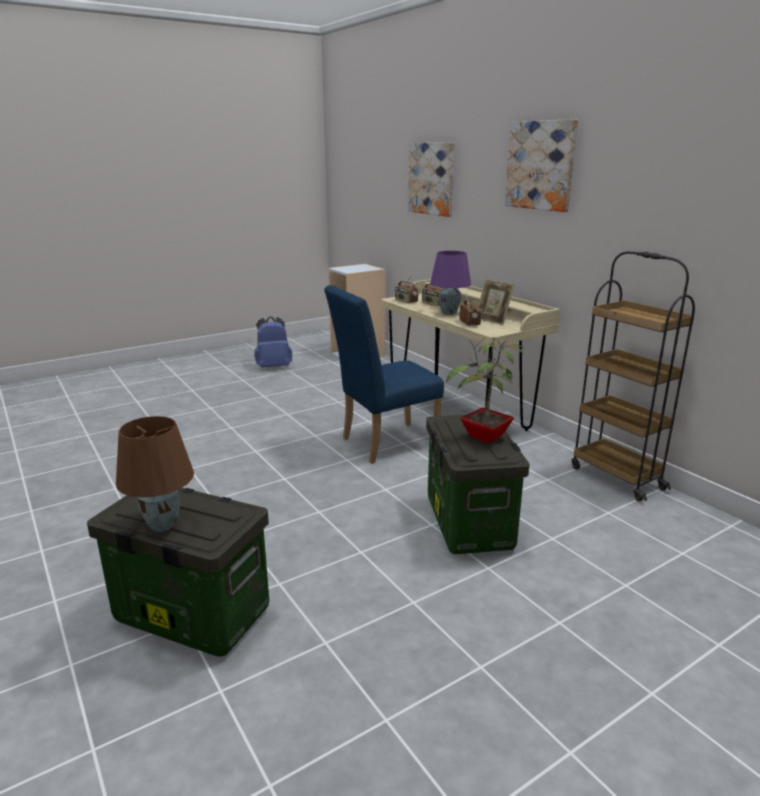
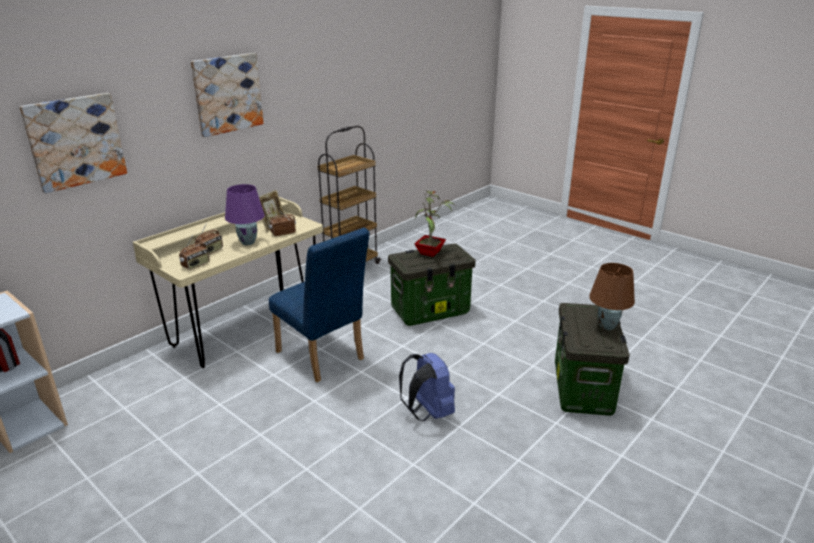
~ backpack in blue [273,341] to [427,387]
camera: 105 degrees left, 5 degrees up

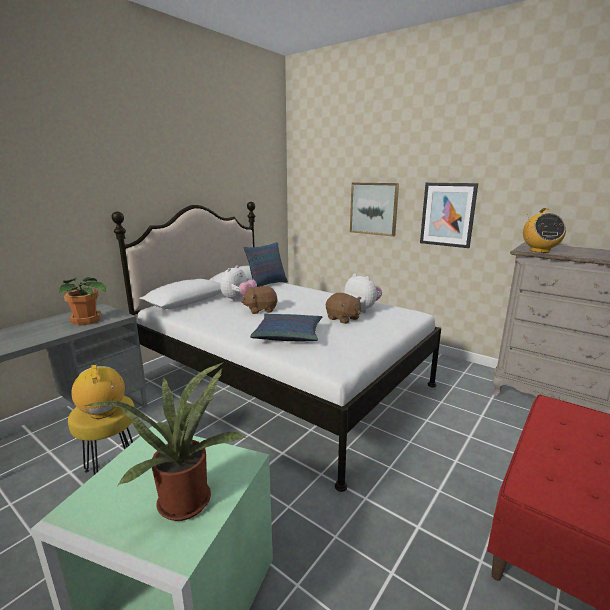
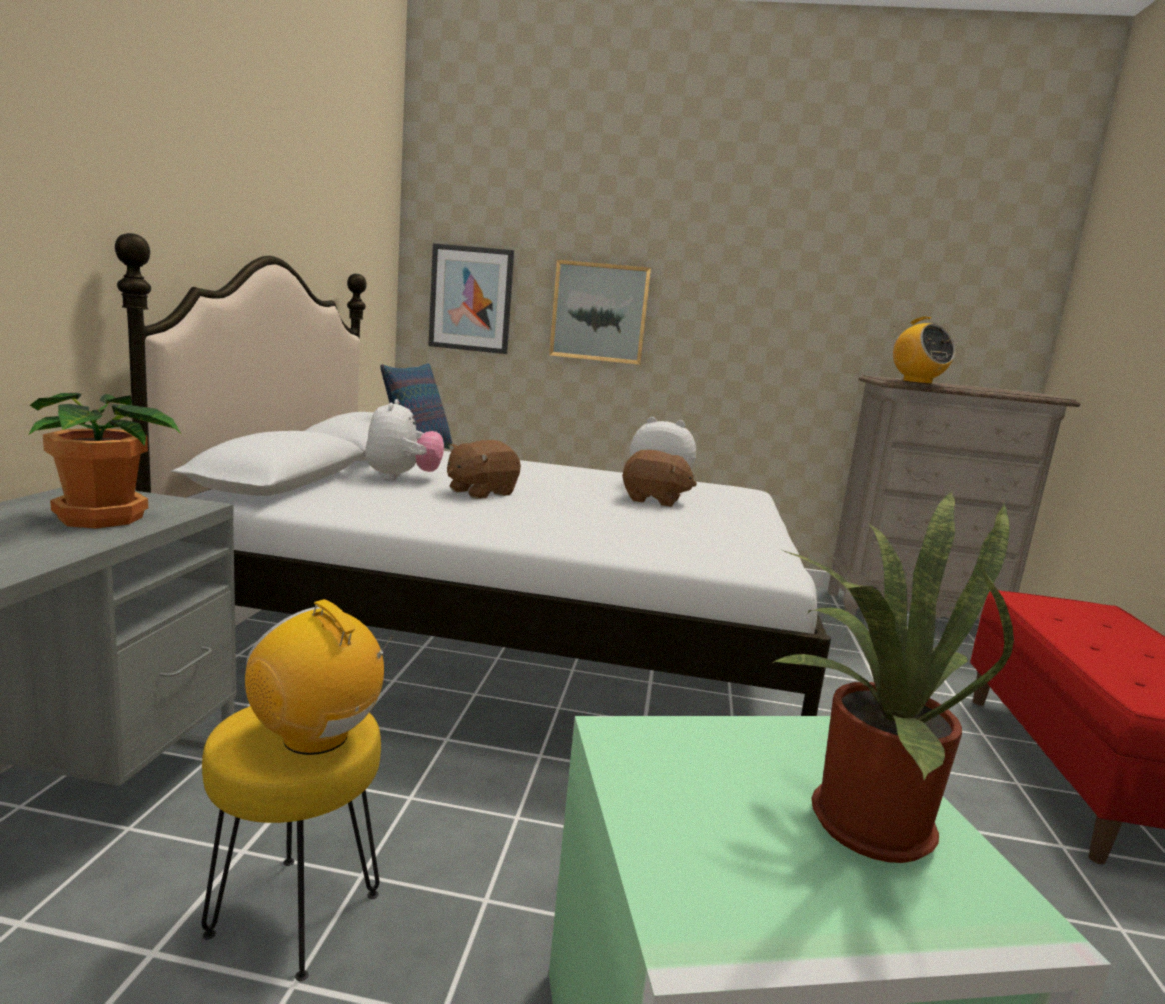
- pillow in blue [286,327]
~ picture [449,215] to [471,298]
camera: 30 degrees left, 5 degrees down

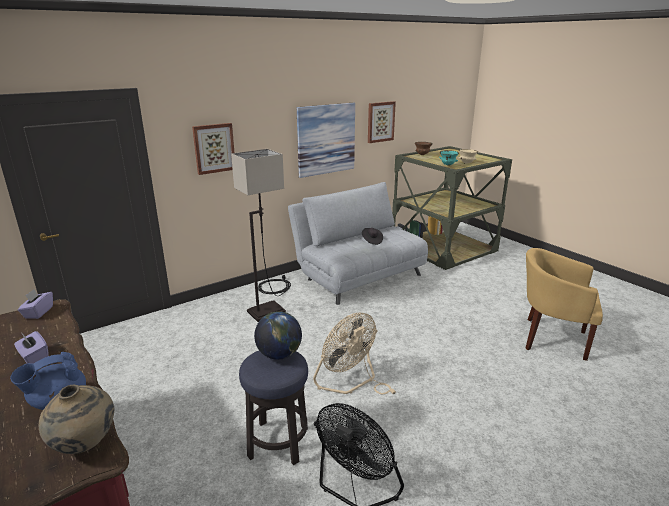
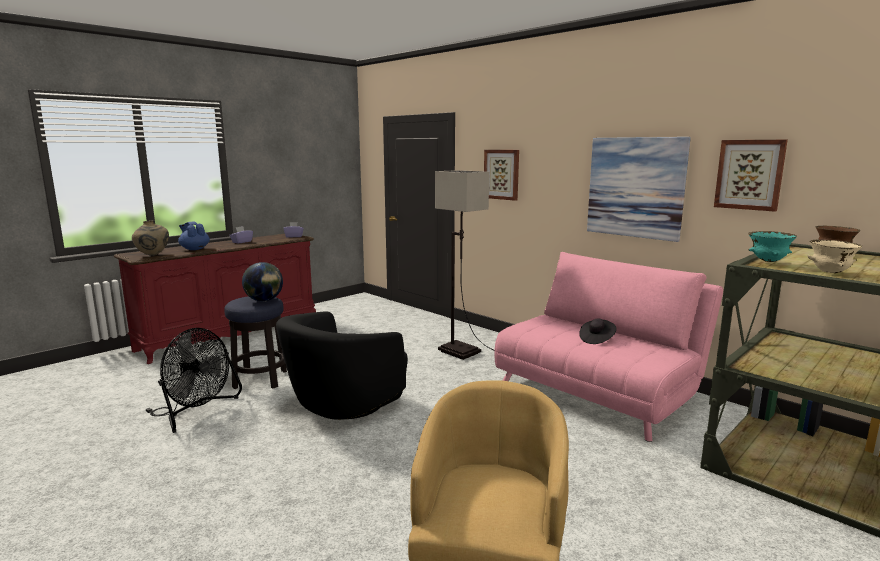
~ fan in beige [354,353] to armchair in black [341,365]
~ sofa in grey [358,243] to sofa in pink [608,347]
camera: 80 degrees right, 10 degrees down

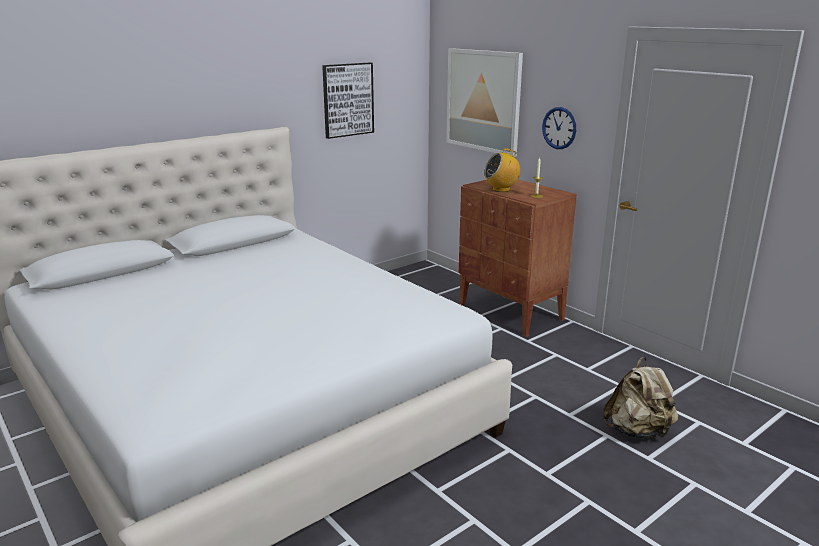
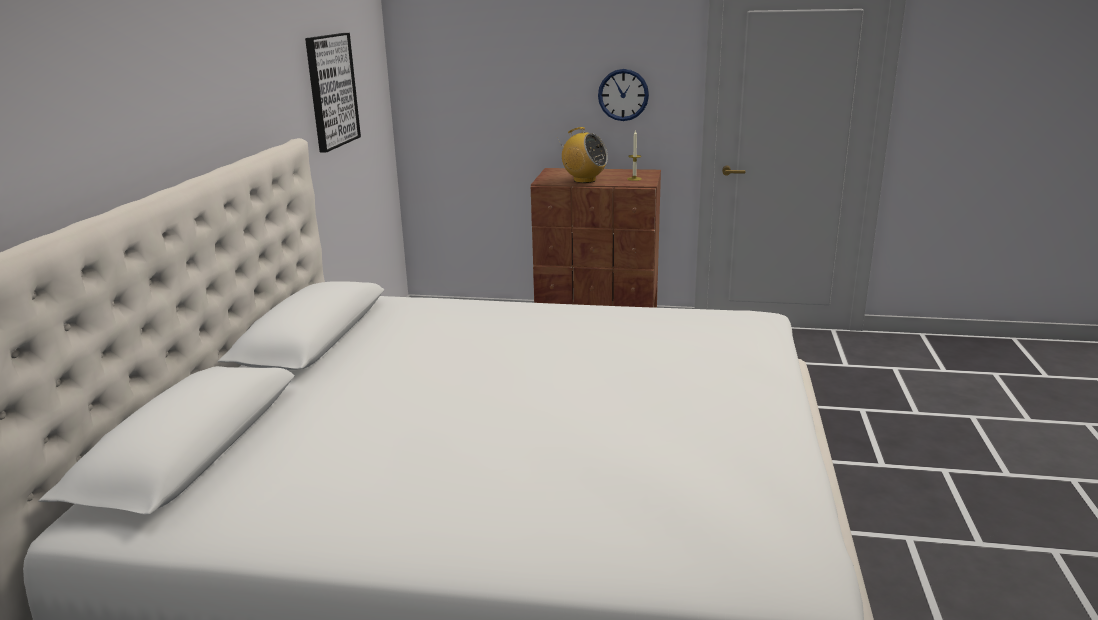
- picture [484,102]
- backpack in beige [640,398]
~ radio [502,170] = [582,155] 90 degrees counterclockwise
camera: 40 degrees left, 0 degrees up

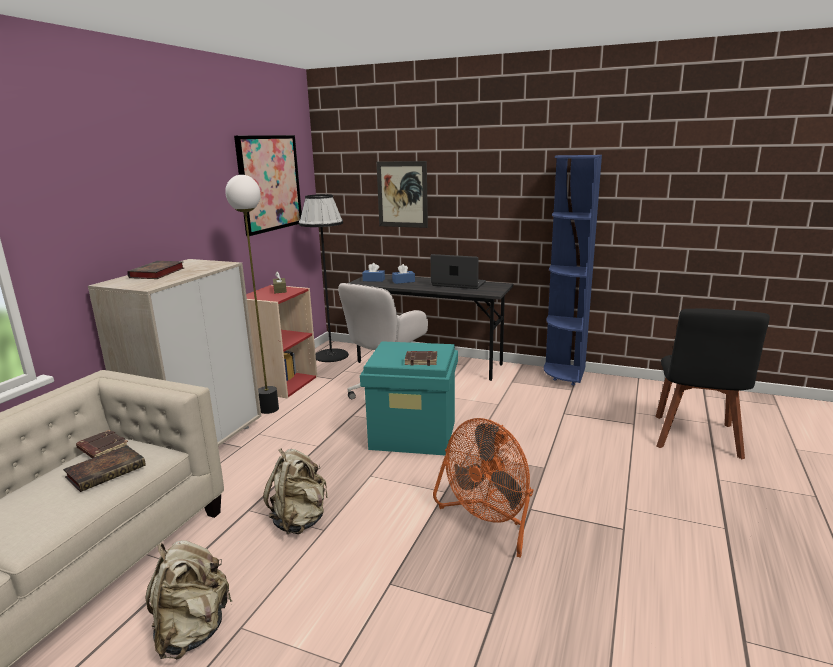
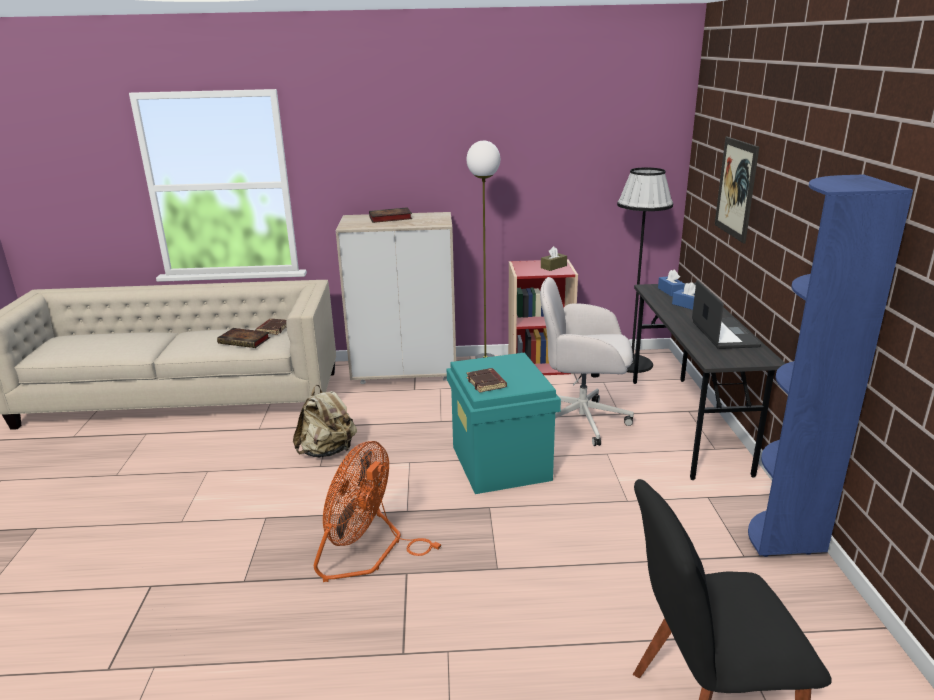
- backpack in beige [188,599]
- picture [268,185]
camera: 65 degrees right, 5 degrees up

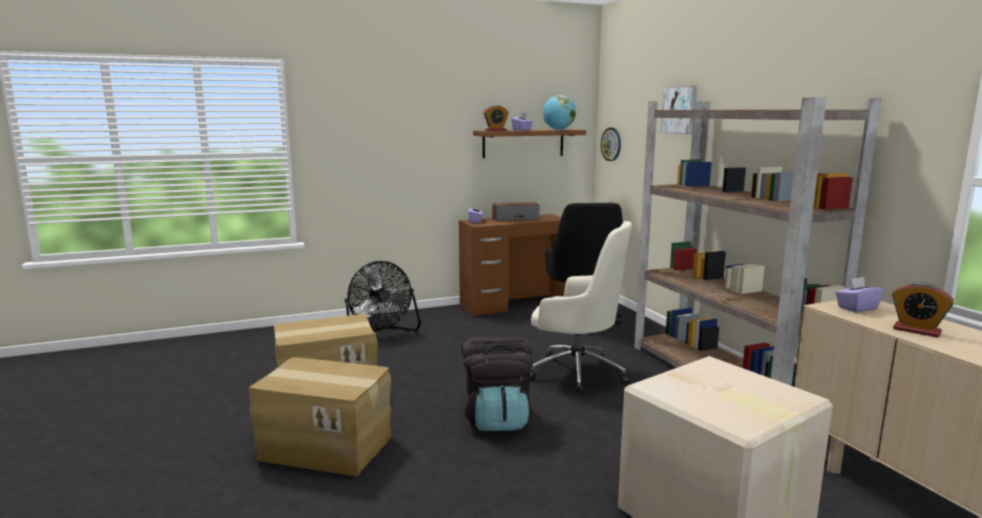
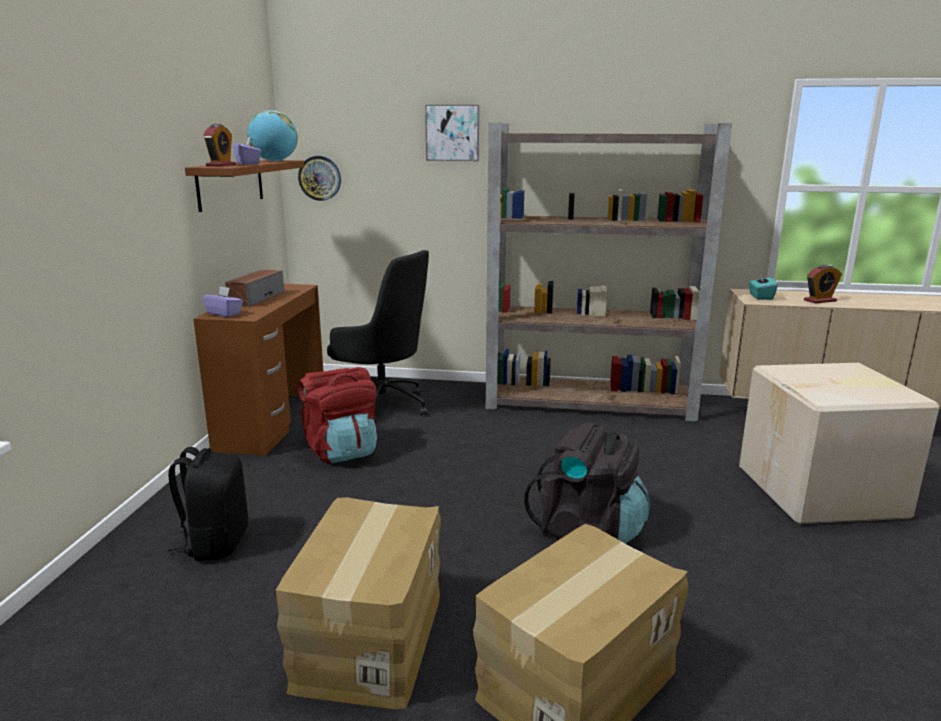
- office chair in beige [581,308]
+ backpack in red [337,415]
~ fan in black [383,297] to backpack in black [208,504]
~ tissue box in purple [860,294] to tissue box in turquoise [763,286]
camera: 60 degrees left, 5 degrees up

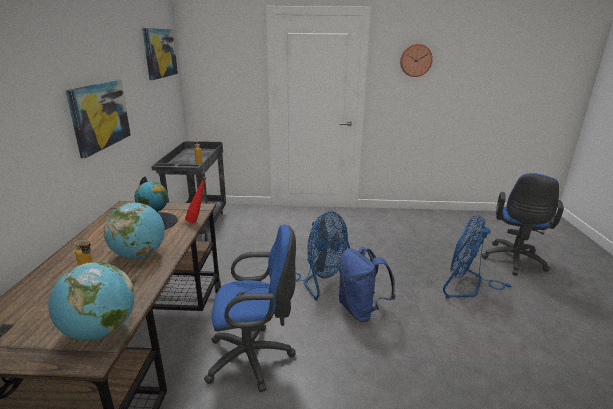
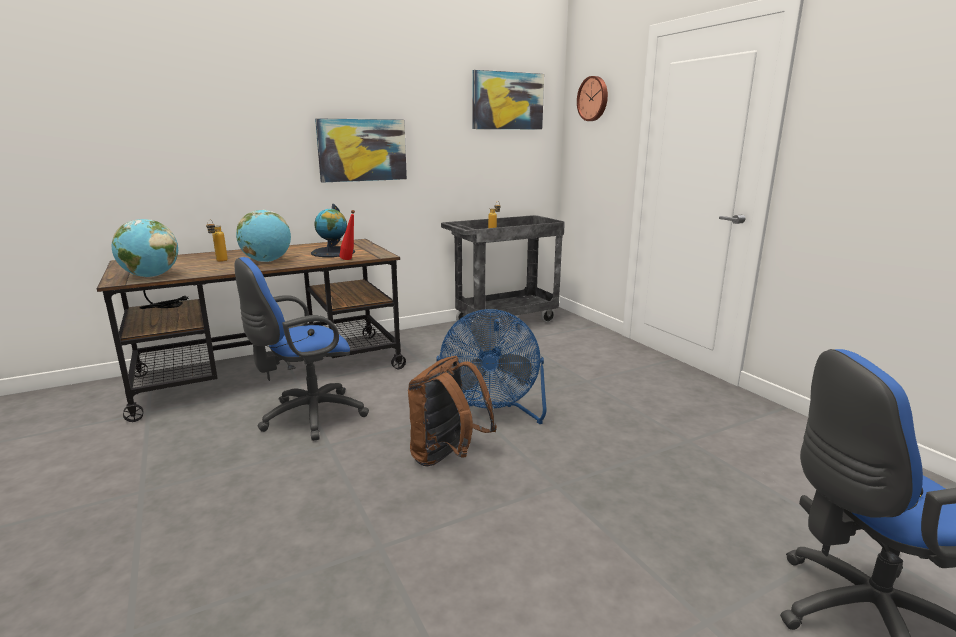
- fan in blue [477,256]
~ wall clock [416,60] to [592,98]
~ backpack in blue [367,284] to backpack in brown [452,411]
~ office chair in blue [250,308] = [301,349] 90 degrees clockwise
camera: 60 degrees right, 5 degrees down

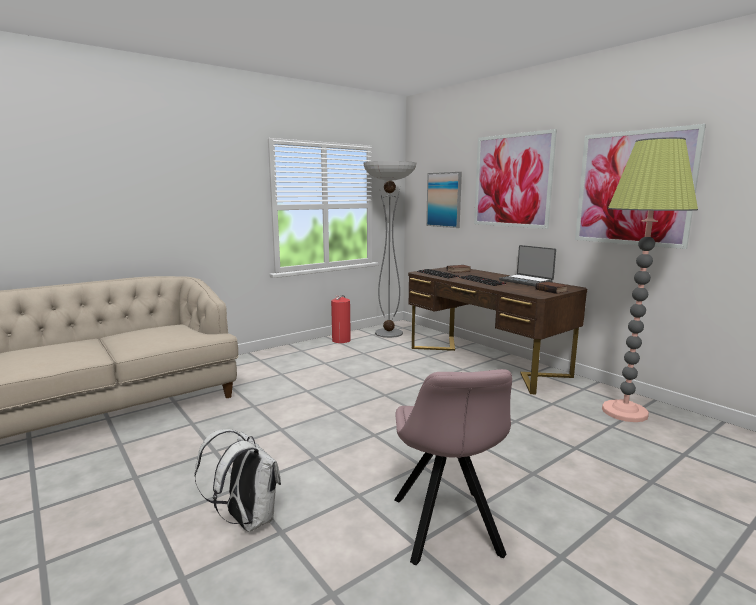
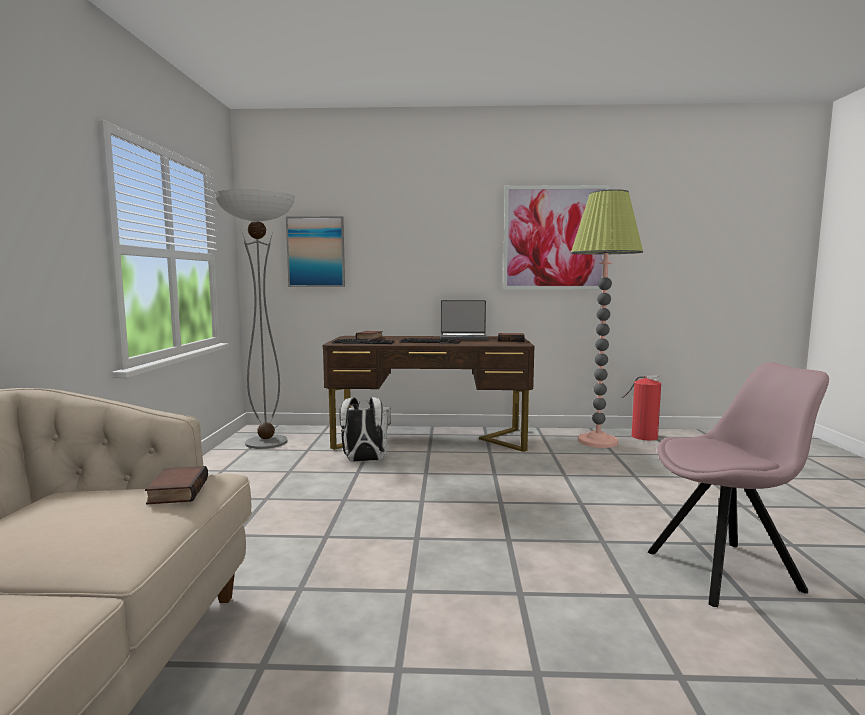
- picture [515,179]
+ book [176,485]
~ backpack in white [238,480] to [365,429]
~ fire extinguisher [341,319] to [641,407]
~ chair in pink [453,467] = [738,484] 45 degrees counterclockwise
camera: 50 degrees left, 5 degrees down

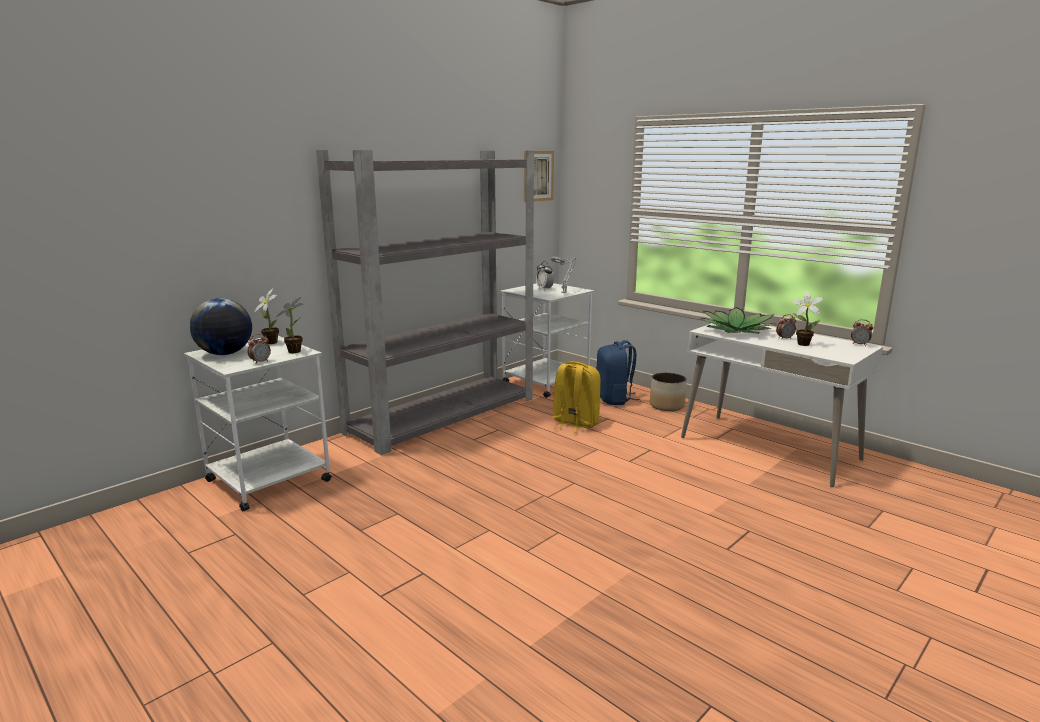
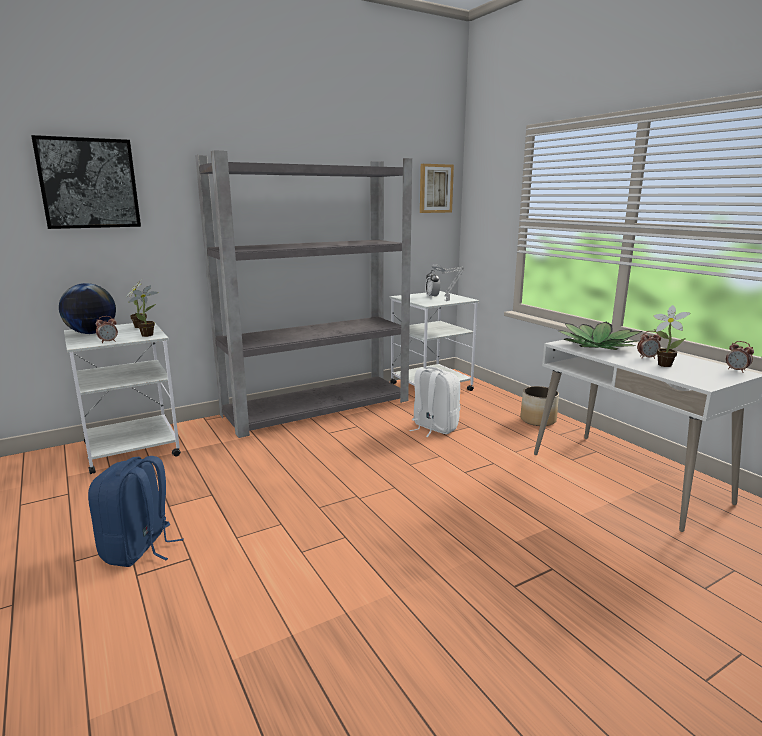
+ picture [86,182]
~ backpack in blue [618,372] to [136,511]
~ backpack in yellow [576,397] to backpack in white [434,402]
camera: 15 degrees right, 0 degrees up

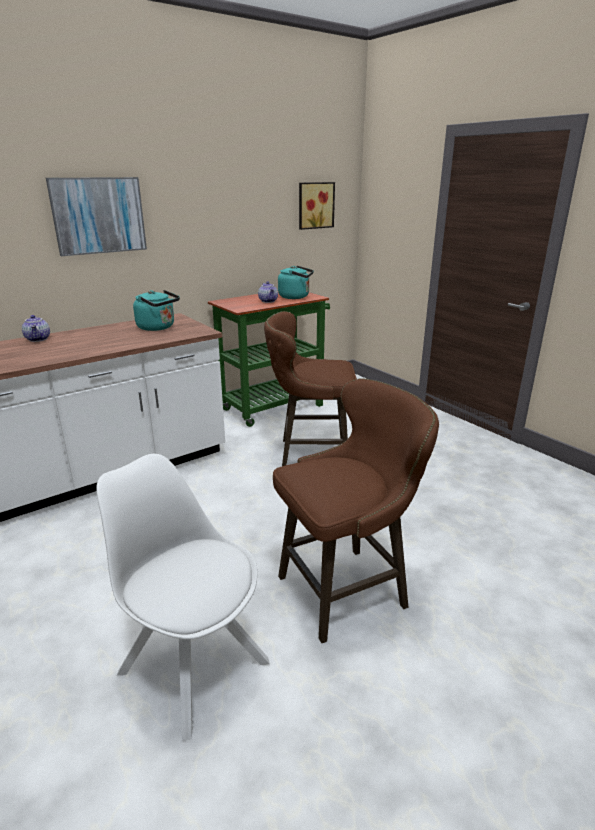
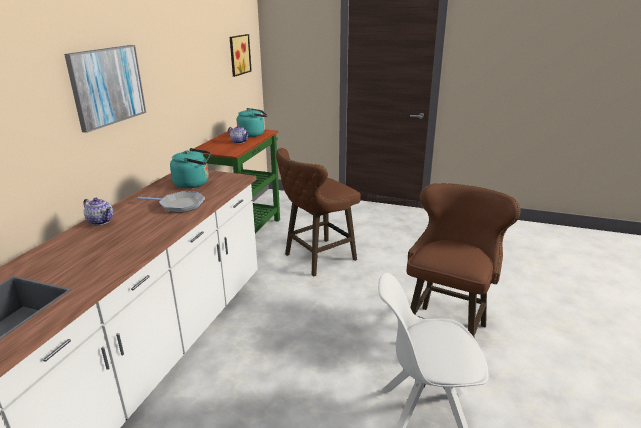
+ frying pan [171,202]
camera: 35 degrees left, 0 degrees up

